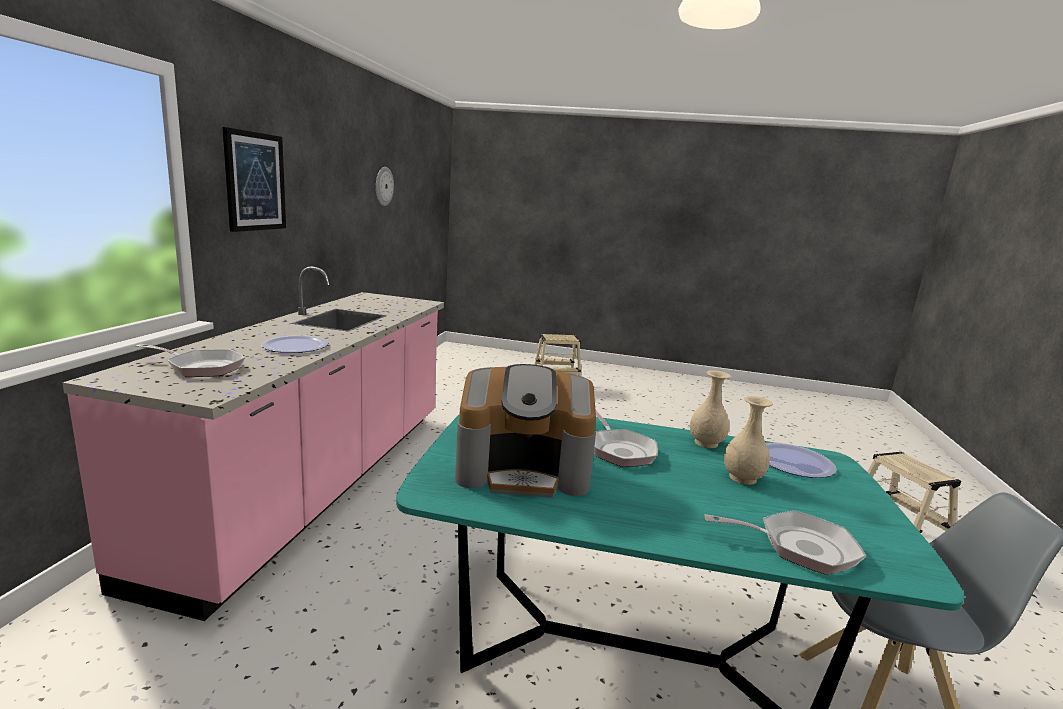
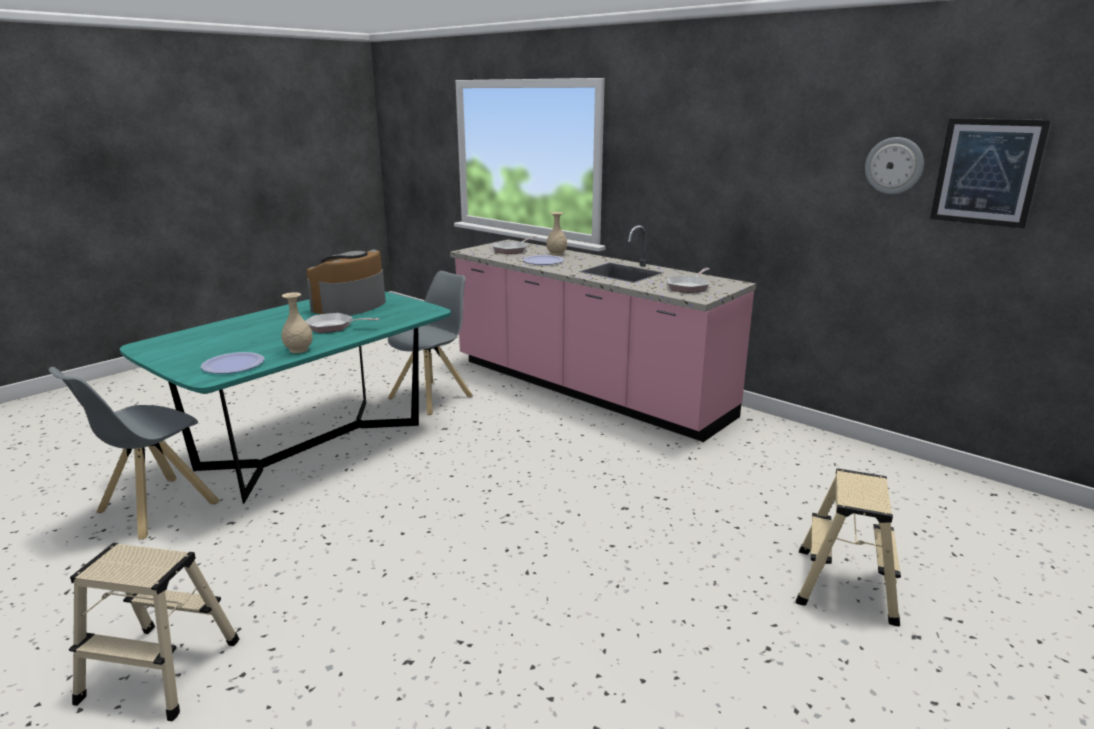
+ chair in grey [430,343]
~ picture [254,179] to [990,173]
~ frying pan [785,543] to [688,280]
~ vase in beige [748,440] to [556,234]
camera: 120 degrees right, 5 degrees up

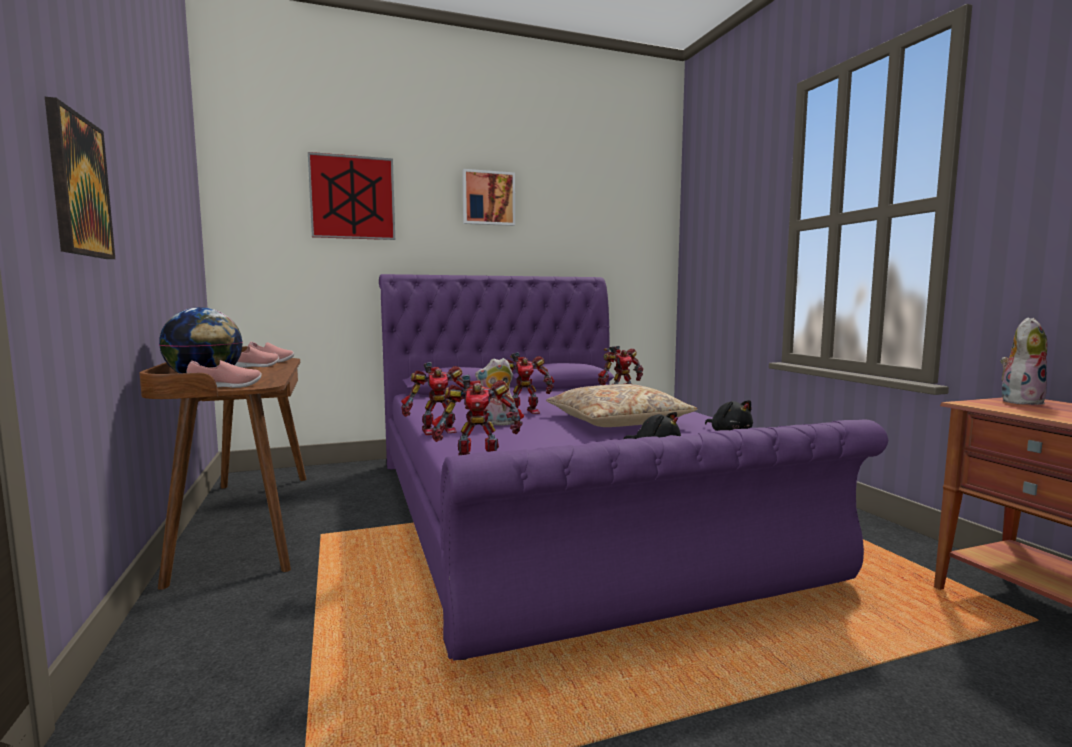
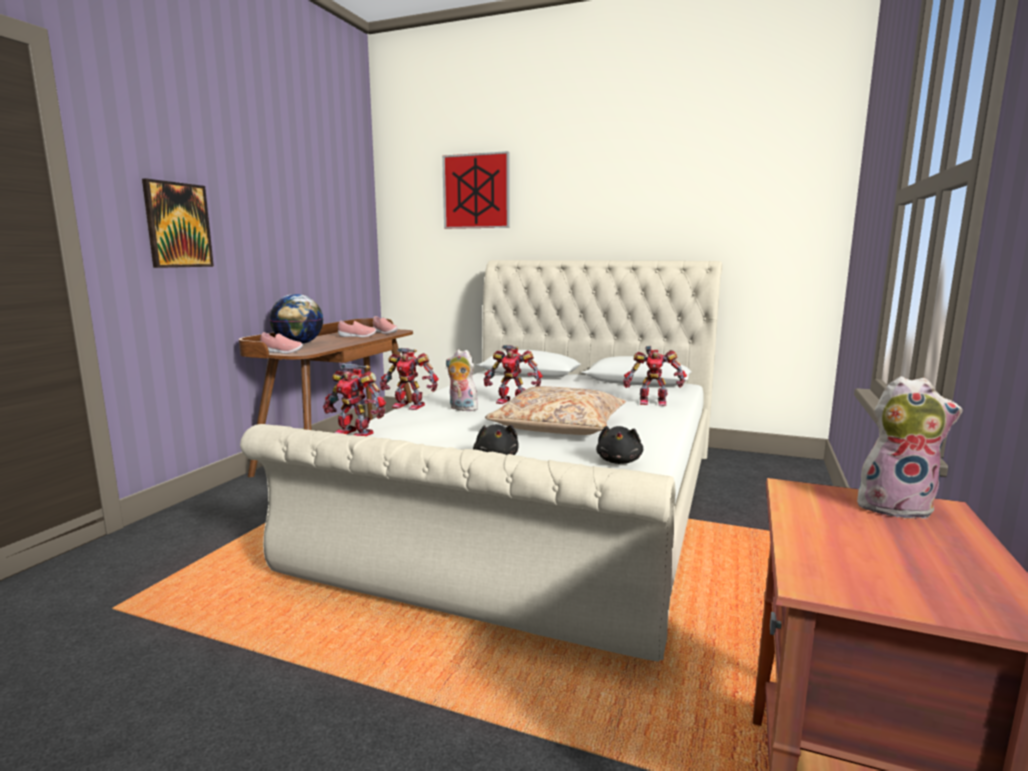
- picture [488,197]
~ bed in purple [633,467] to bed in beige [481,461]
camera: 40 degrees right, 5 degrees up

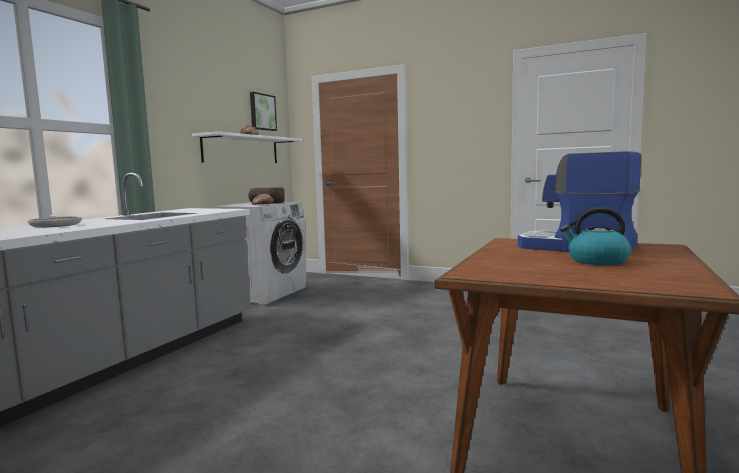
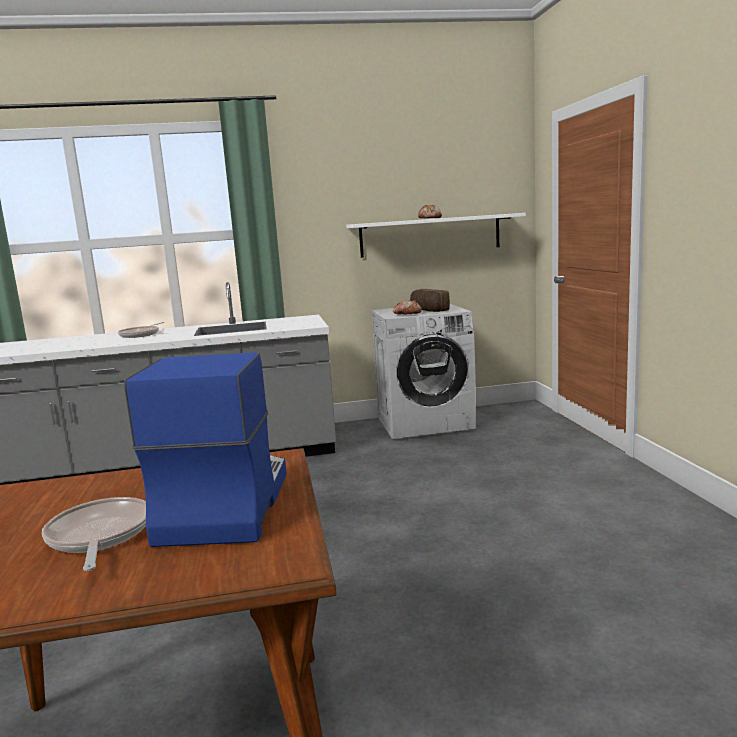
- picture [263,111]
~ kettle [595,236] to frying pan [94,534]
camera: 55 degrees right, 5 degrees up

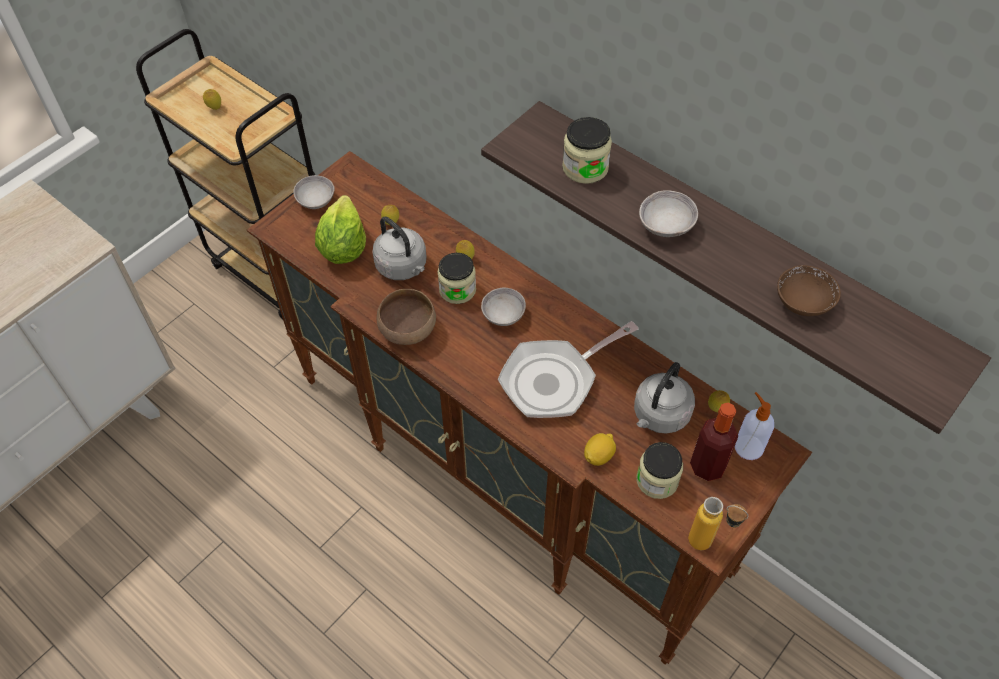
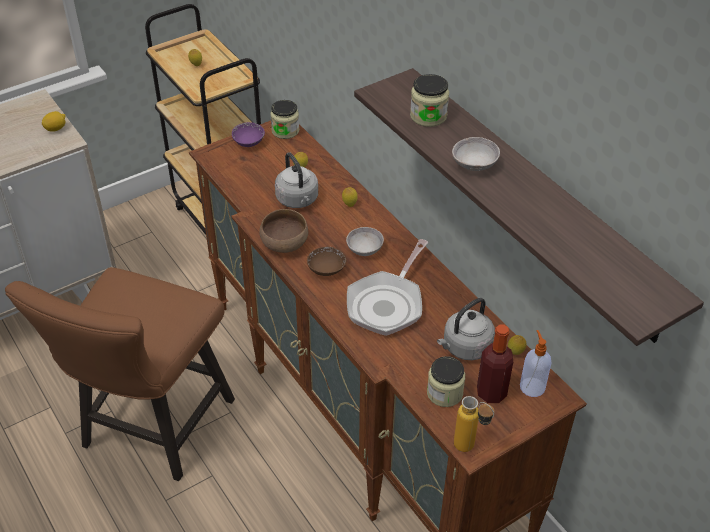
- lettuce [340,229]
+ chair in brown [120,374]
~ jar [456,278] to [284,119]
~ lemon [600,449] to [53,121]
~ bowl in brown [809,290] to [326,261]
~ bowl in grey [314,192] to bowl in purple [248,134]
~ frying pan [568,369] = [388,287] 45 degrees counterclockwise
camera: 15 degrees right, 10 degrees down

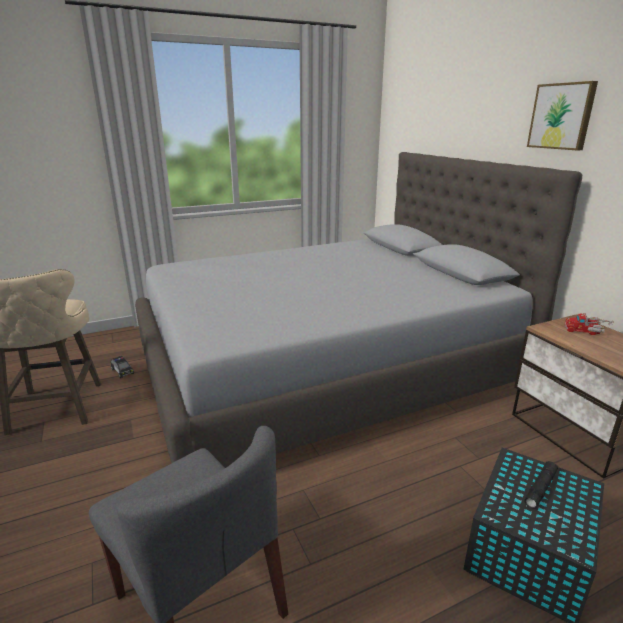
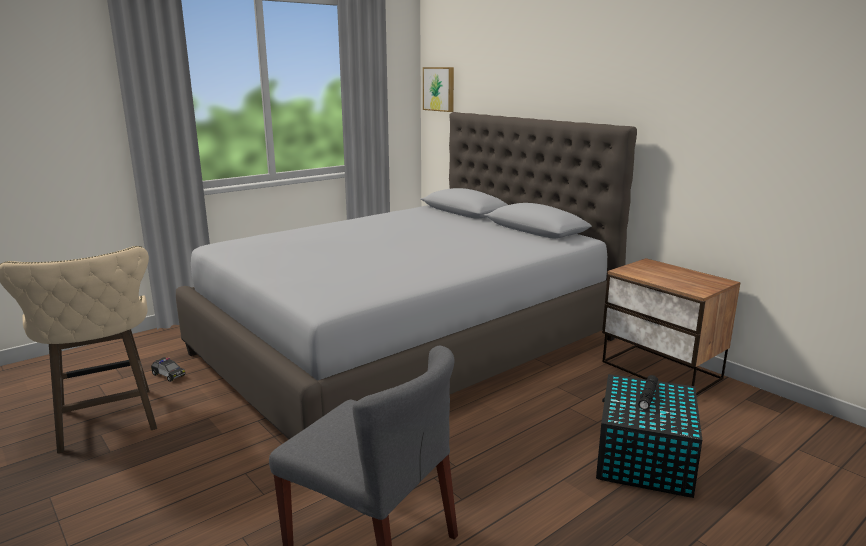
- toy truck [590,324]
~ picture [562,115] to [438,89]
camera: 15 degrees left, 5 degrees down

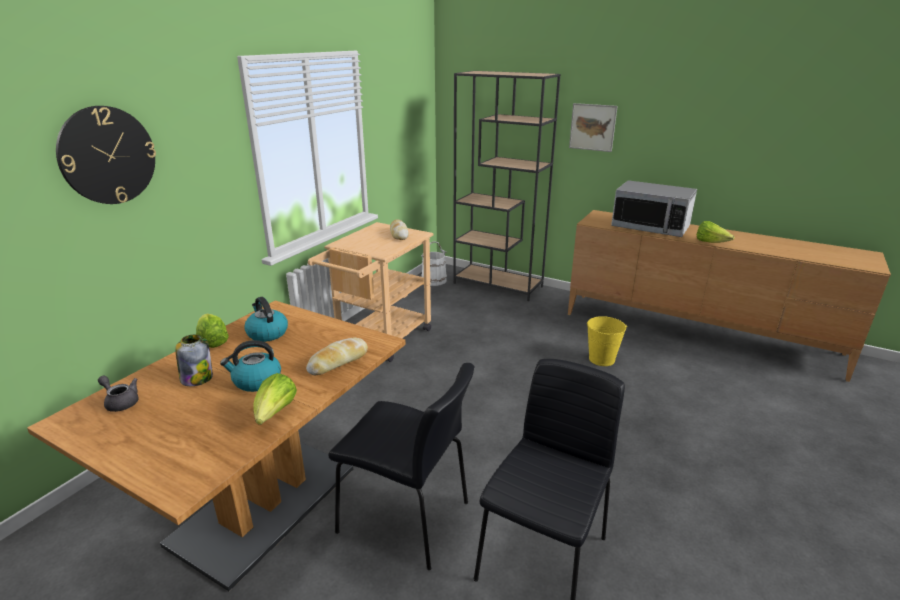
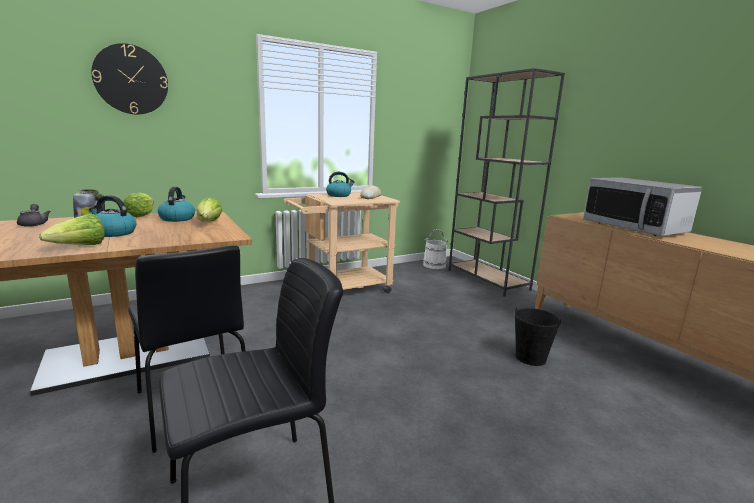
- bread [337,356]
- picture [593,127]
+ kettle [340,184]
~ lettuce [716,232] to [210,209]
~ bucket in yellow [607,341] to bucket in black [538,337]
camera: 30 degrees right, 10 degrees down

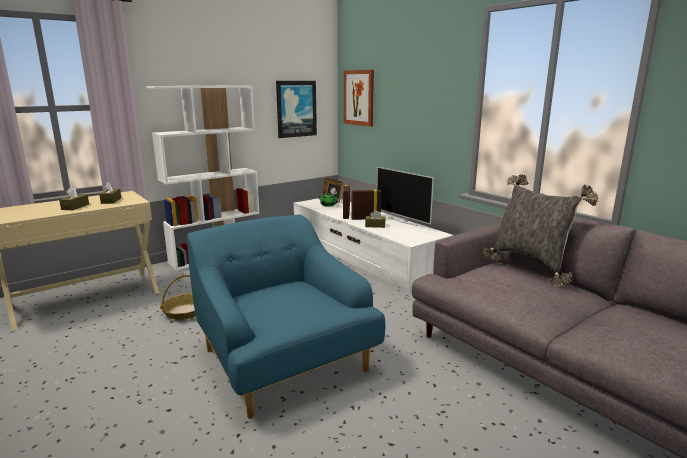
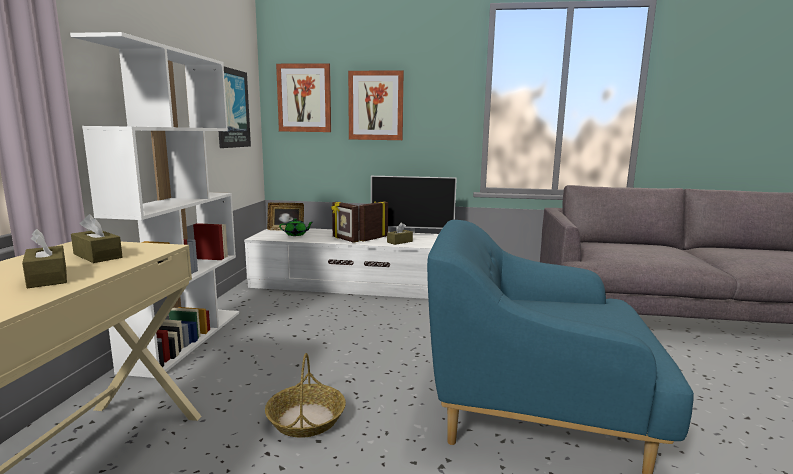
- pillow [540,231]
+ picture [376,105]
camera: 45 degrees left, 5 degrees down

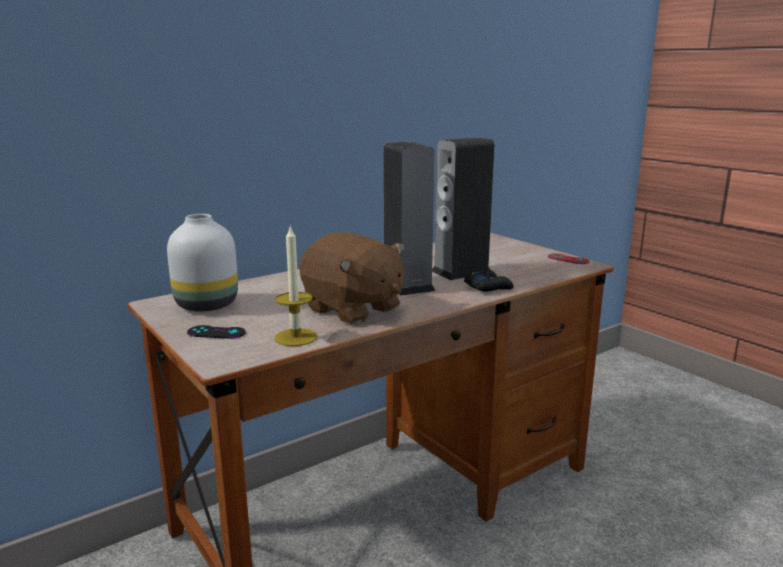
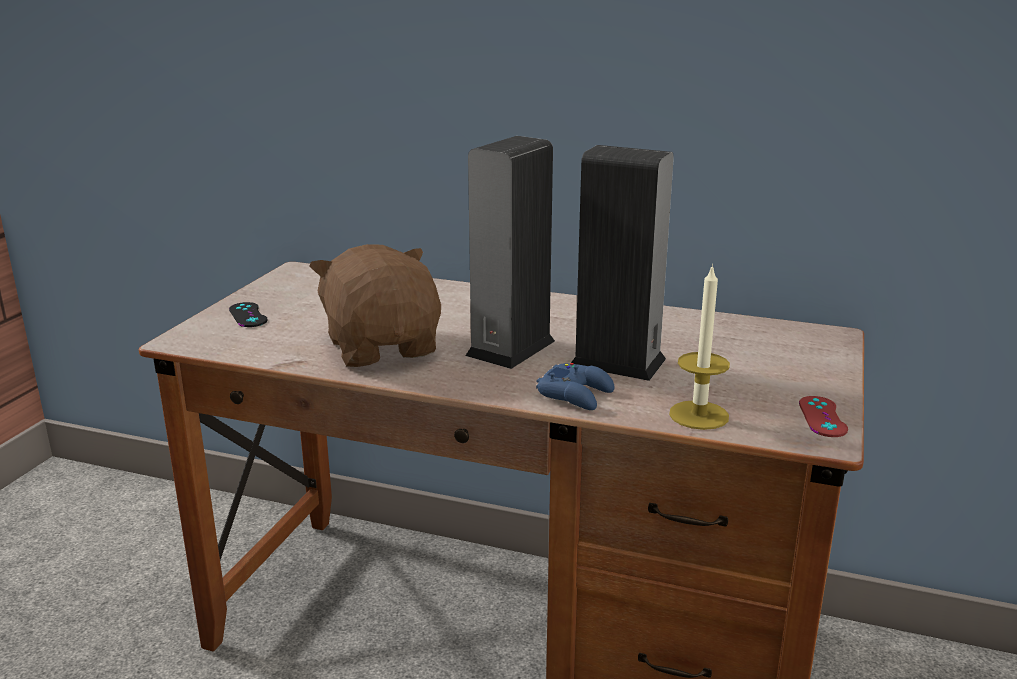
- vase in white [202,262]
~ candle [296,285] to [699,347]
~ game controller in black [489,280] to game controller in blue [575,386]
~ plush toy in brown [352,278] = [375,305] 150 degrees clockwise
camera: 55 degrees right, 5 degrees up

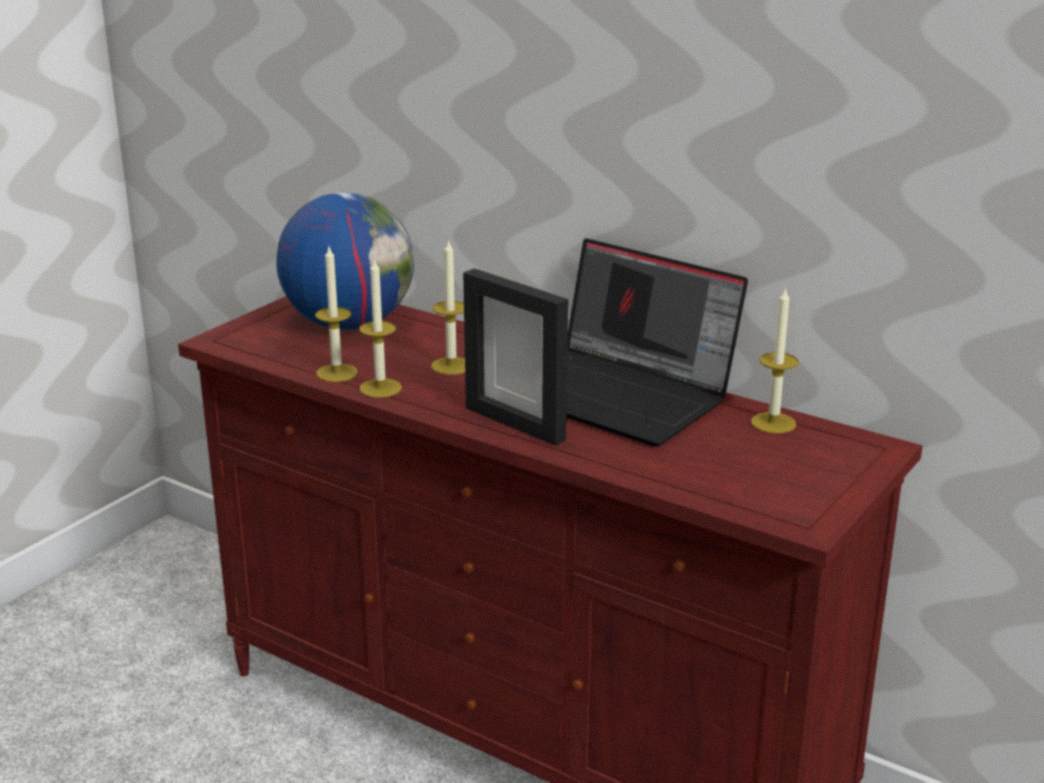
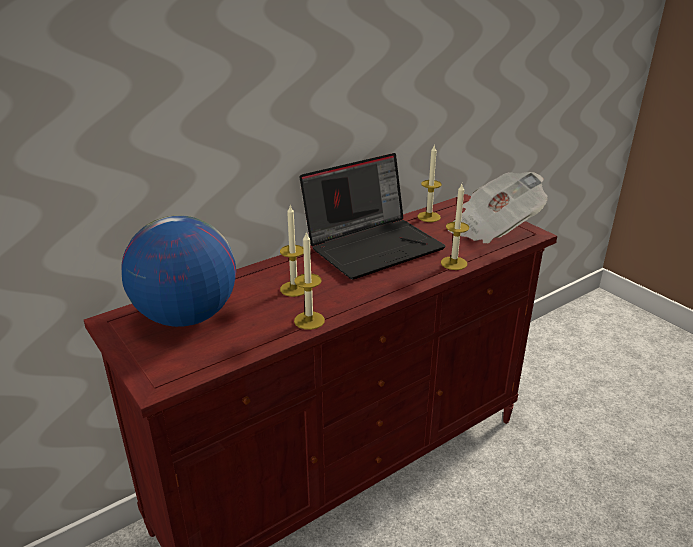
- picture frame [515,357]
+ newspaper [498,208]
~ candle [336,314] to [455,227]
camera: 70 degrees left, 5 degrees up

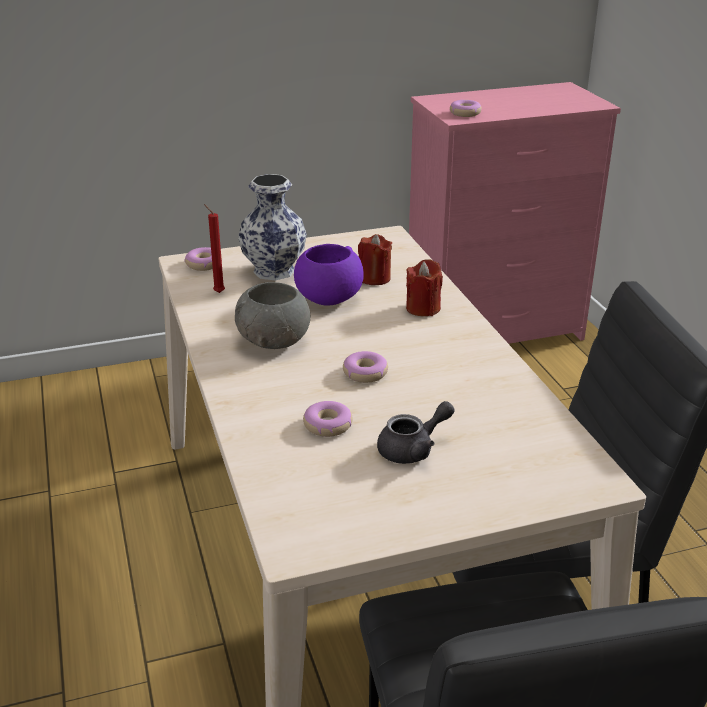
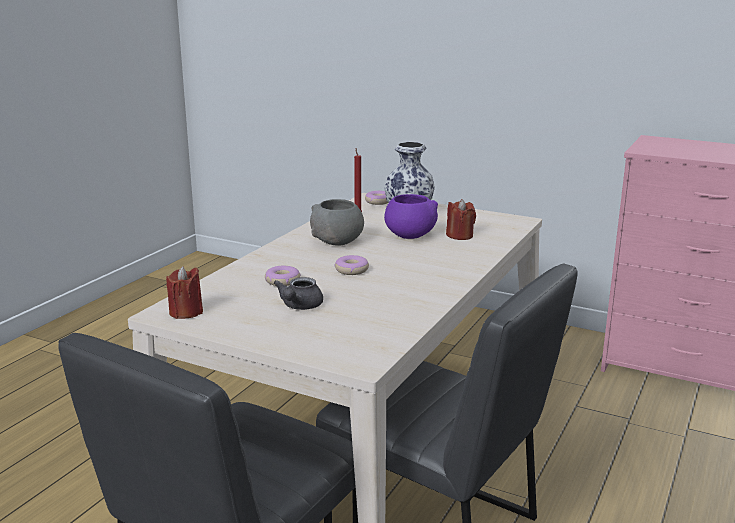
- donut [466,108]
~ candle in red [424,287] to [184,292]
~ teapot in grey [415,432] = [298,293] 90 degrees clockwise
camera: 45 degrees right, 10 degrees down

